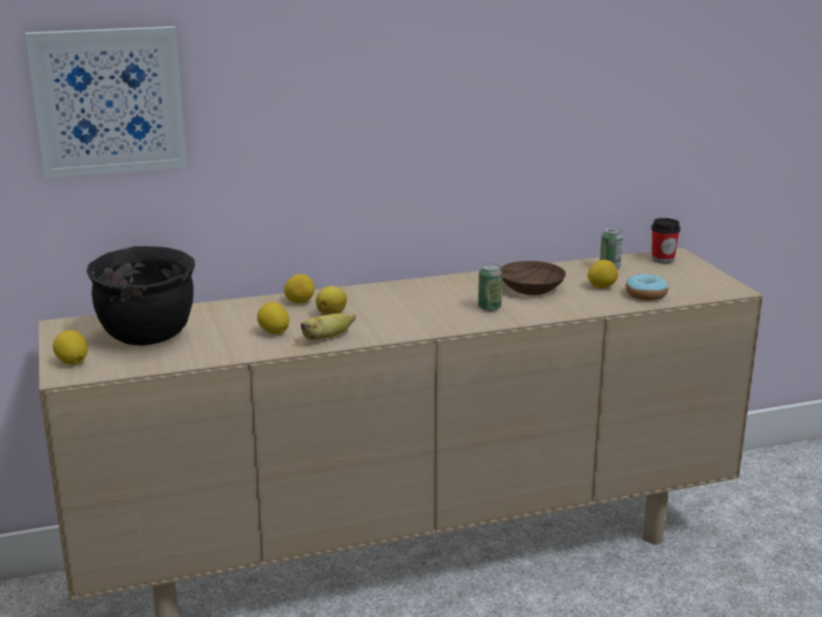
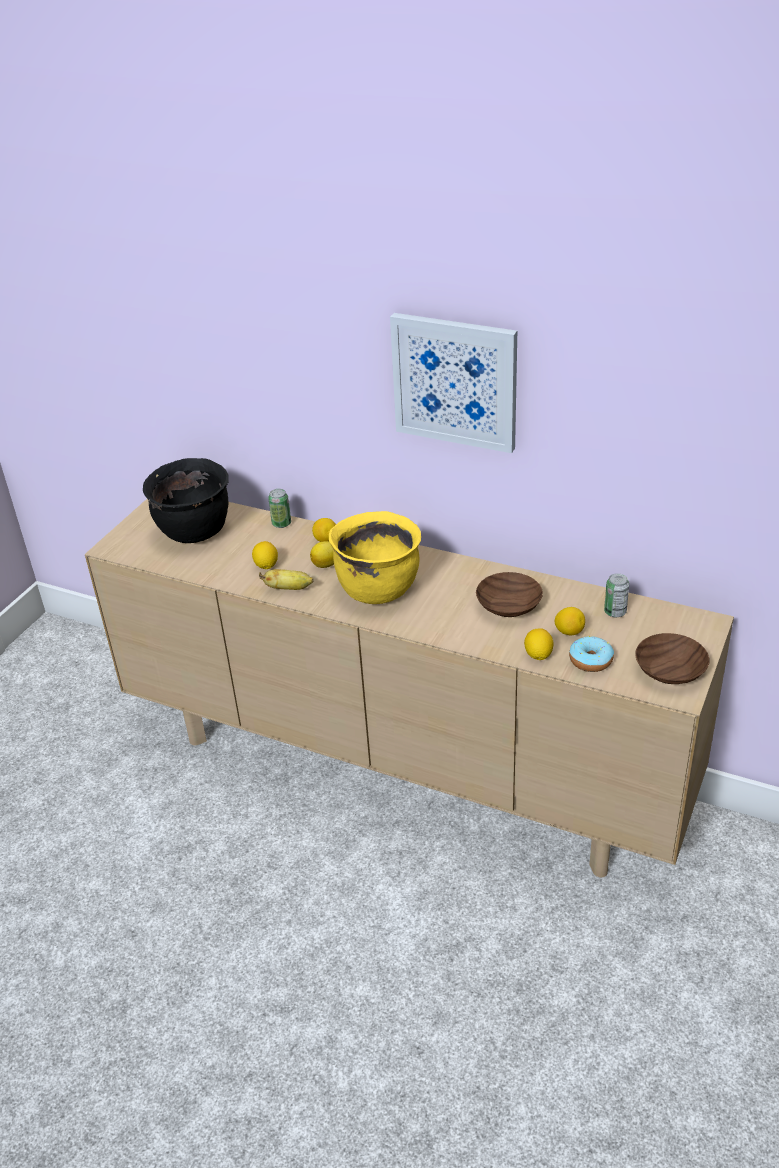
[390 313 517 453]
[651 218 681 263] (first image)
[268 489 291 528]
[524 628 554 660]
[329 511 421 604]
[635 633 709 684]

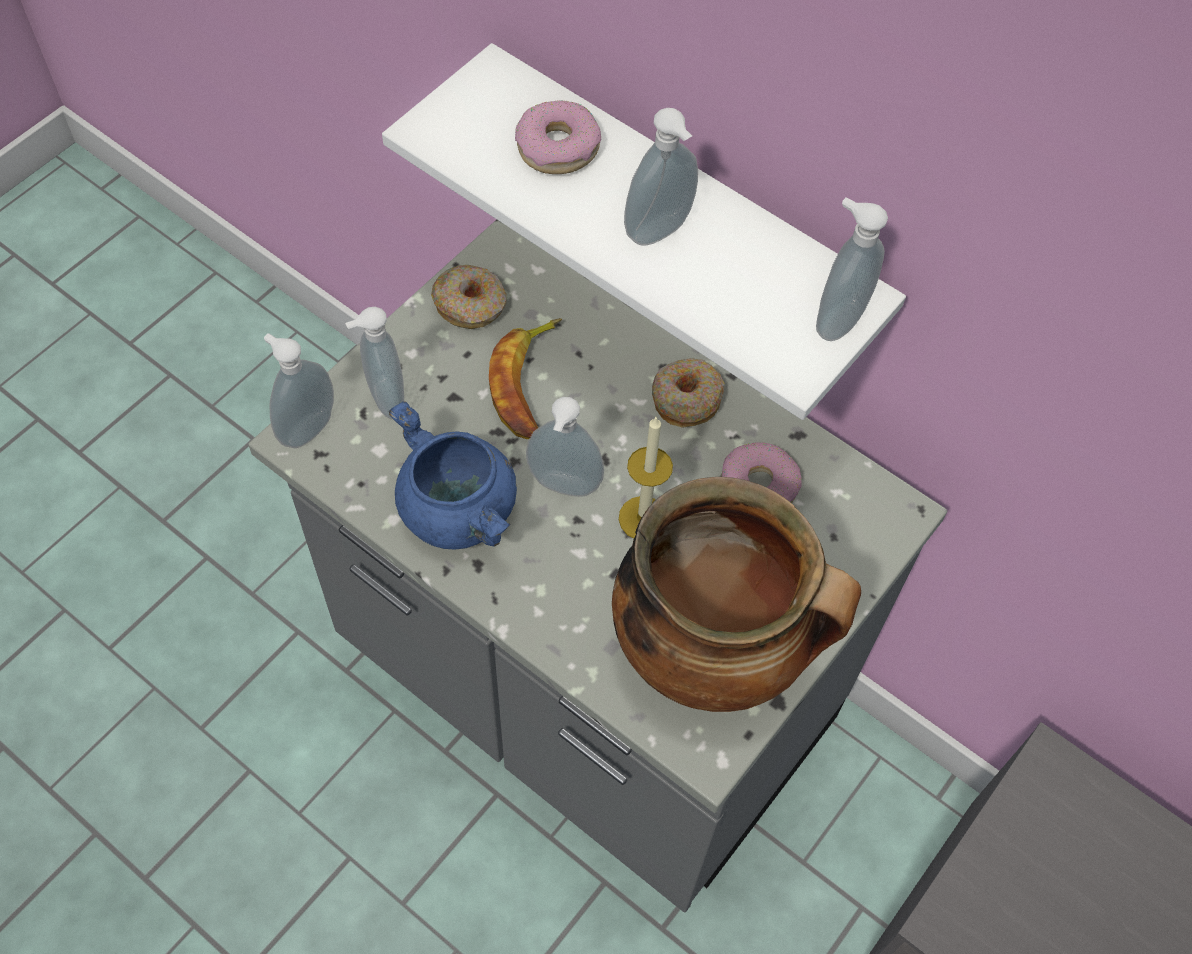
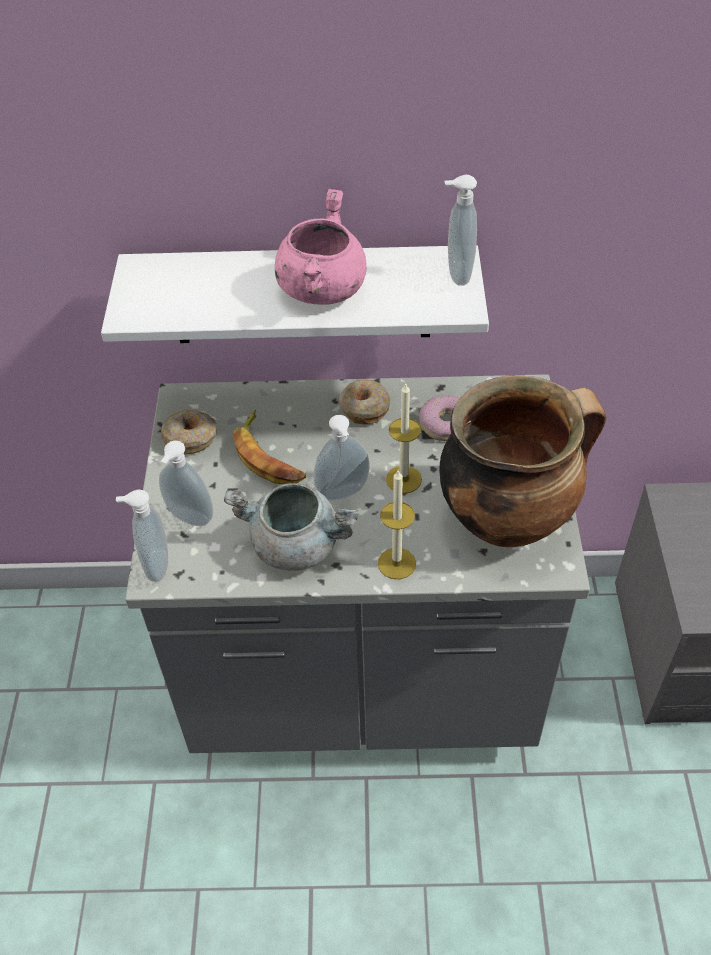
[515 100 601 174] (first image)
[275 189 367 305]
[224 483 358 571]
[378 469 416 579]

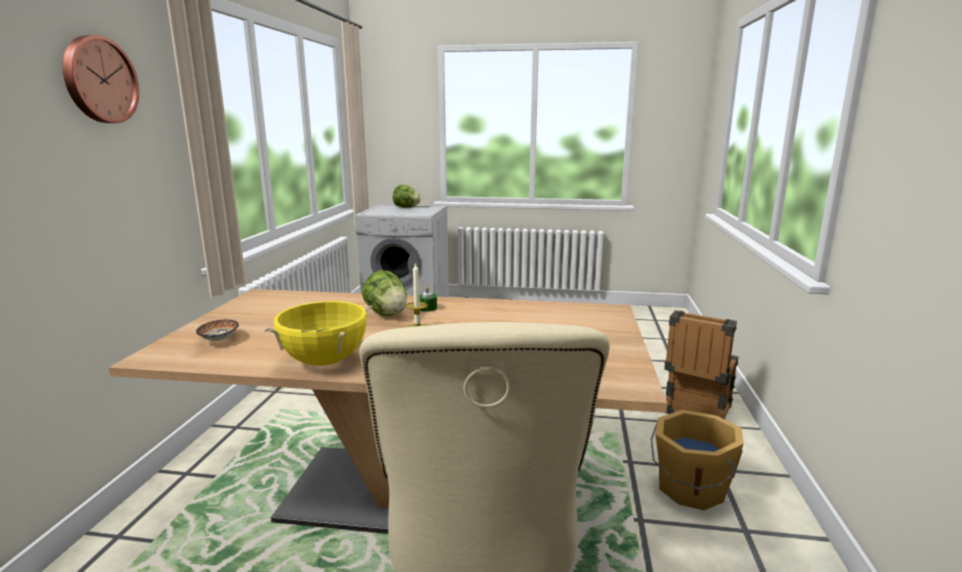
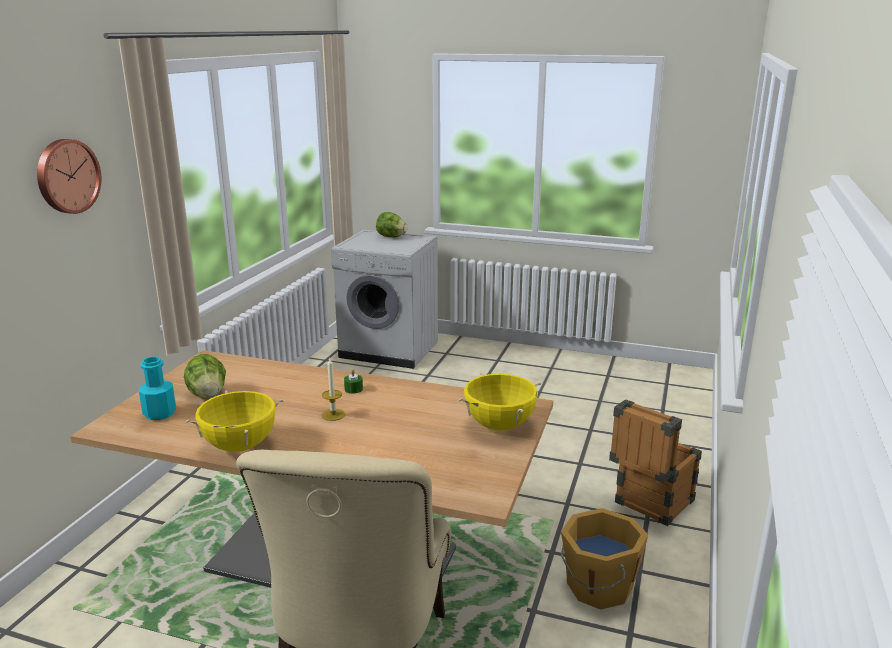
[184 354 226 399]
[139 357 176 420]
[459 373 541 431]

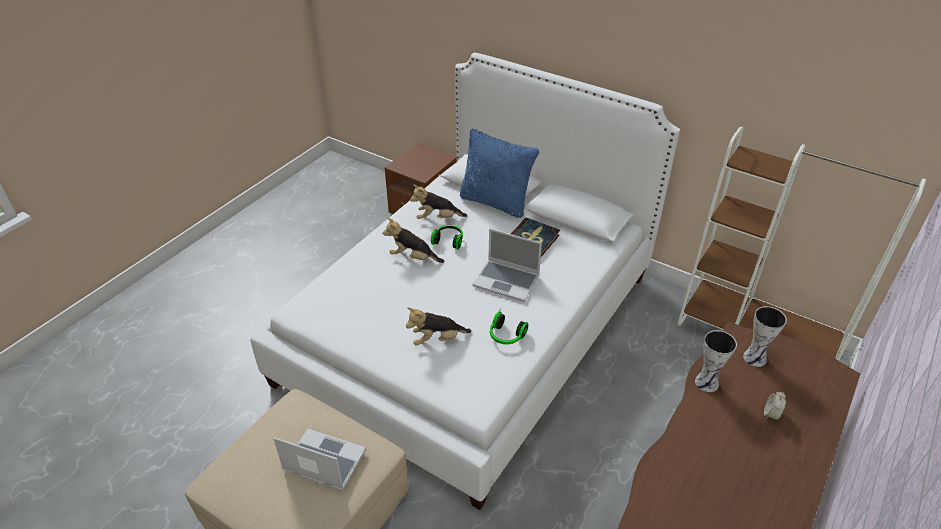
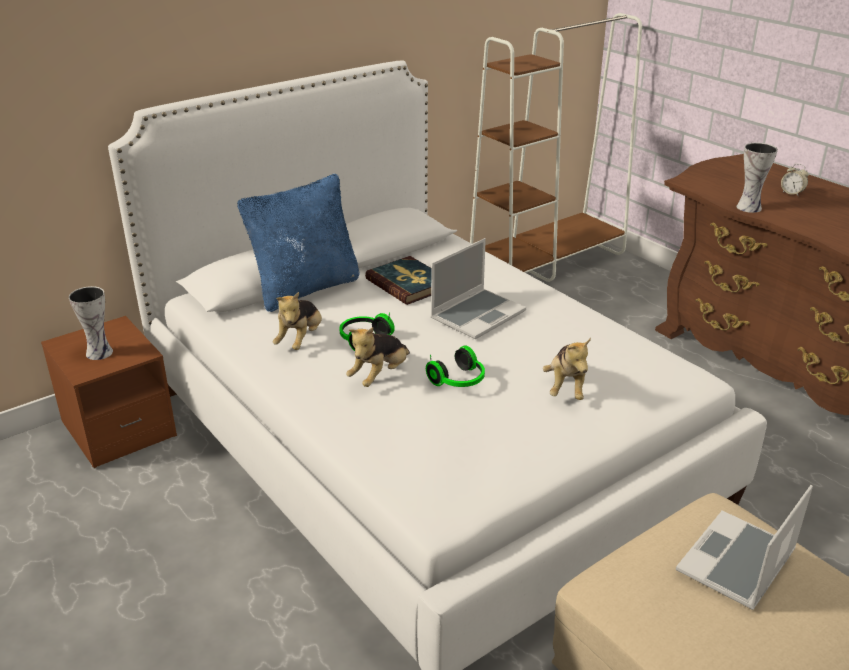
[69 286 113 360]
[426 345 485 387]

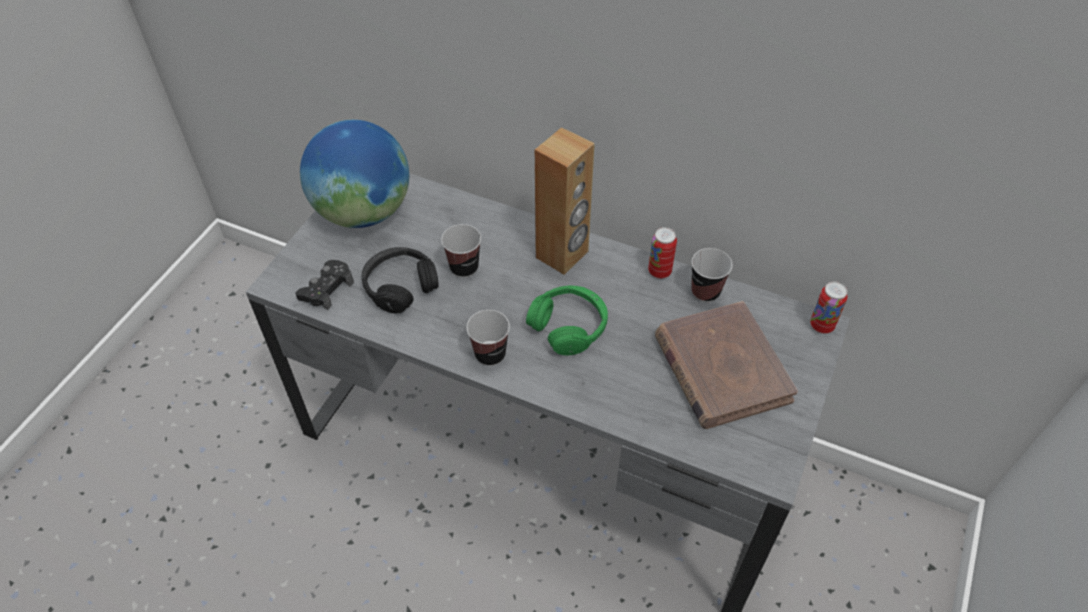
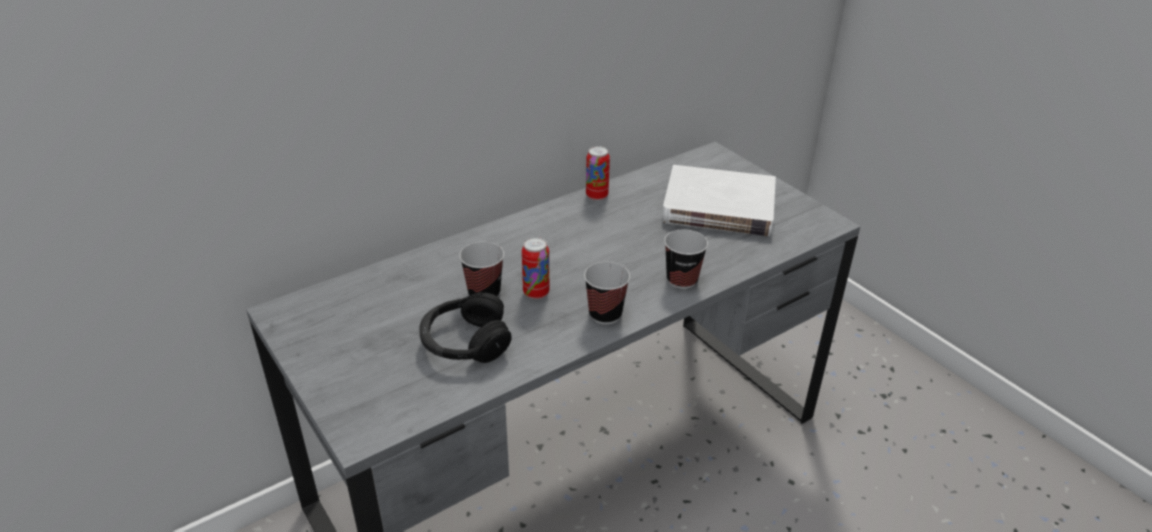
[300 120 409 228] (first image)
[535 127 595 275] (first image)
[664 229 708 289]
[295 260 354 310] (first image)
[522 237 549 299]
[526 286 608 355] (first image)
[662 165 776 236]

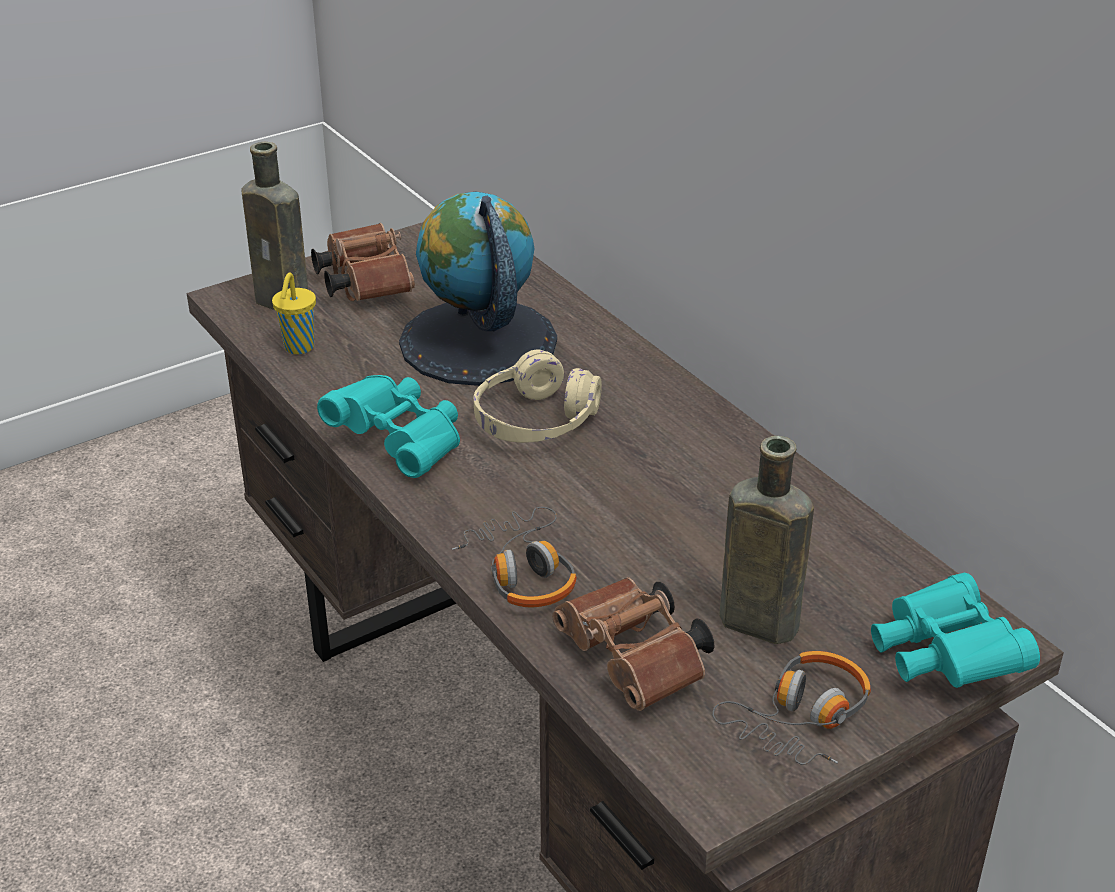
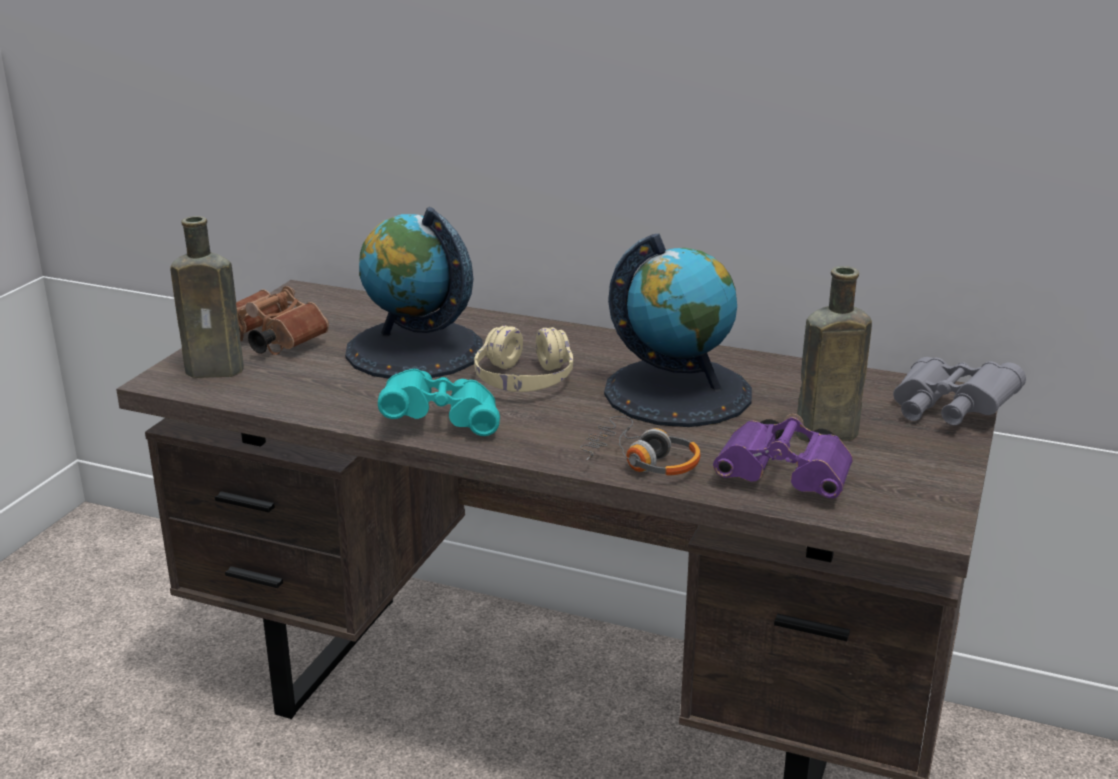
[272 273 316 354] (first image)
[893 357 1026 425]
[713 414 853 498]
[712 651 871 765] (first image)
[604 234 752 427]

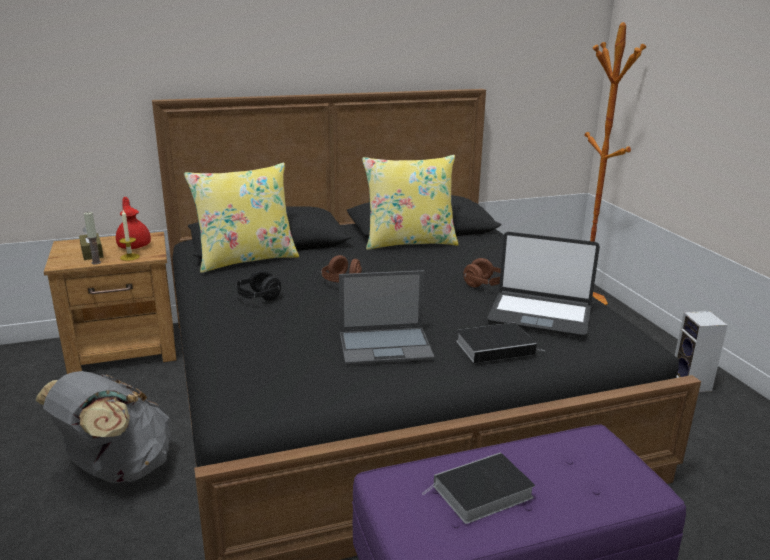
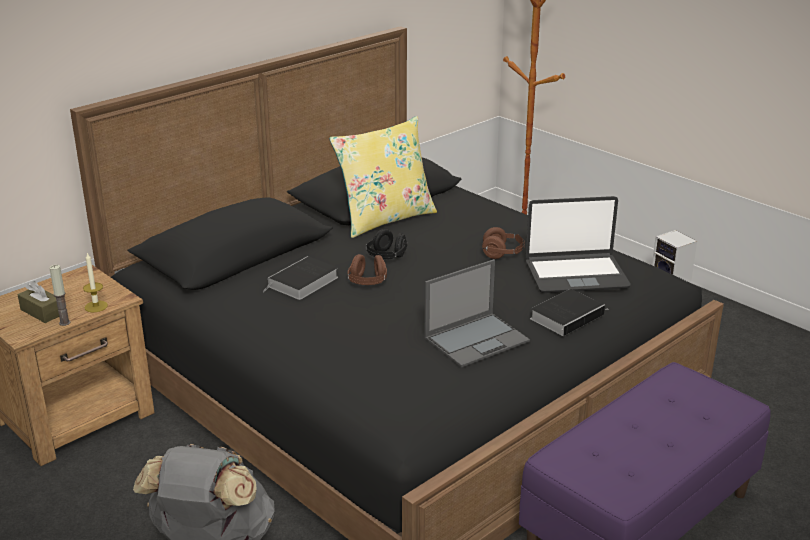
[184 163 299 273] (first image)
[116 197 151 249] (first image)
[366 229 407 259]
[263 256 338 300]

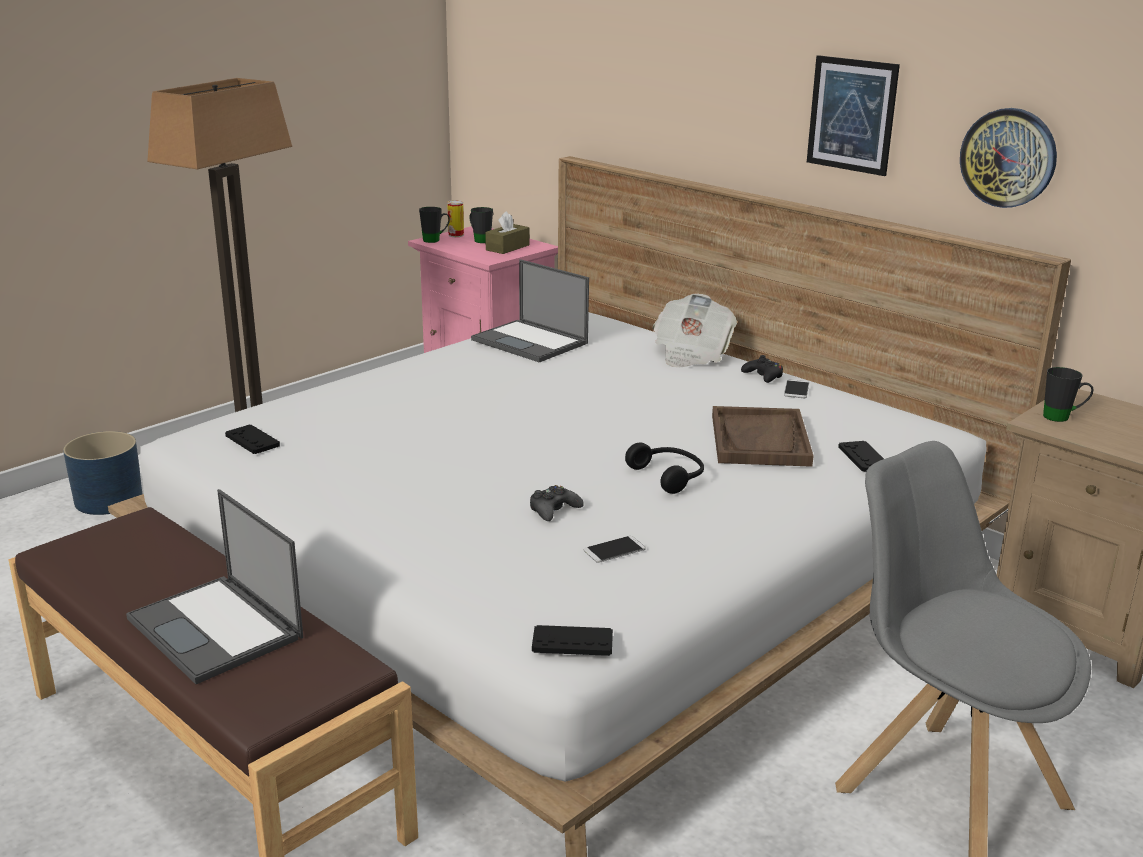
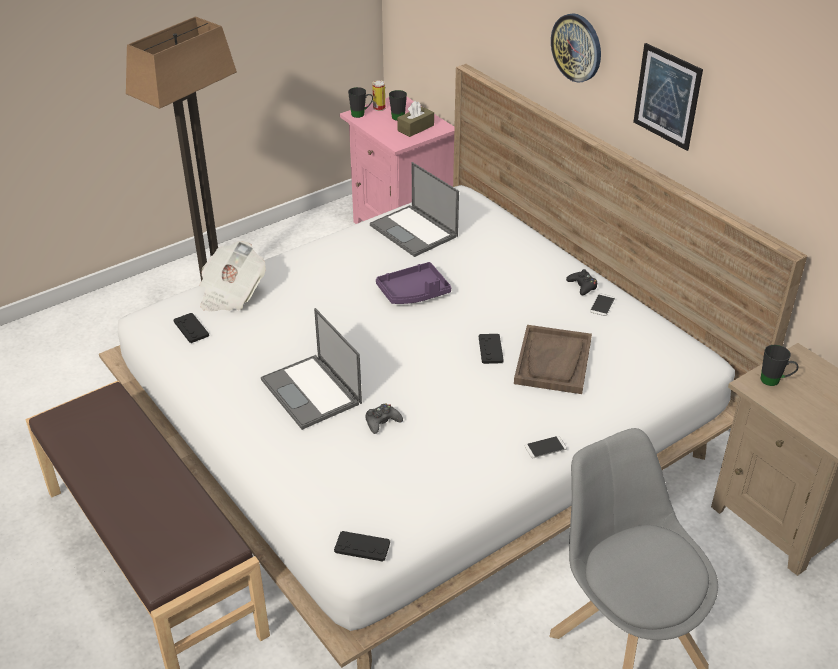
[551 13 601 83]
[199 241 266 311]
[63 431 142 515] (first image)
[479 334 504 364]
[625 443 704 494] (first image)
[261 308 362 430]
[525 436 567 458]
[376 262 451 304]

